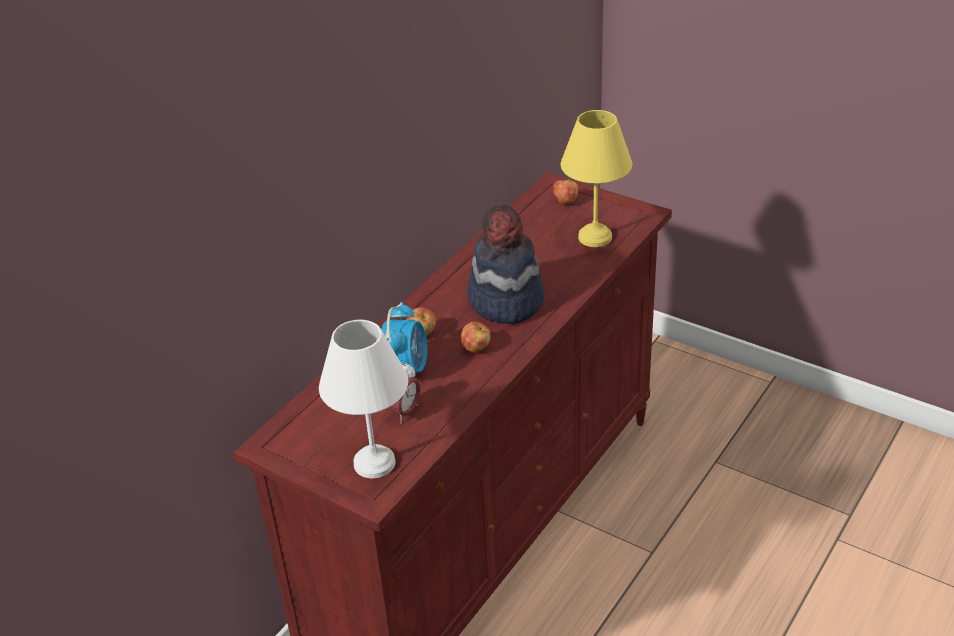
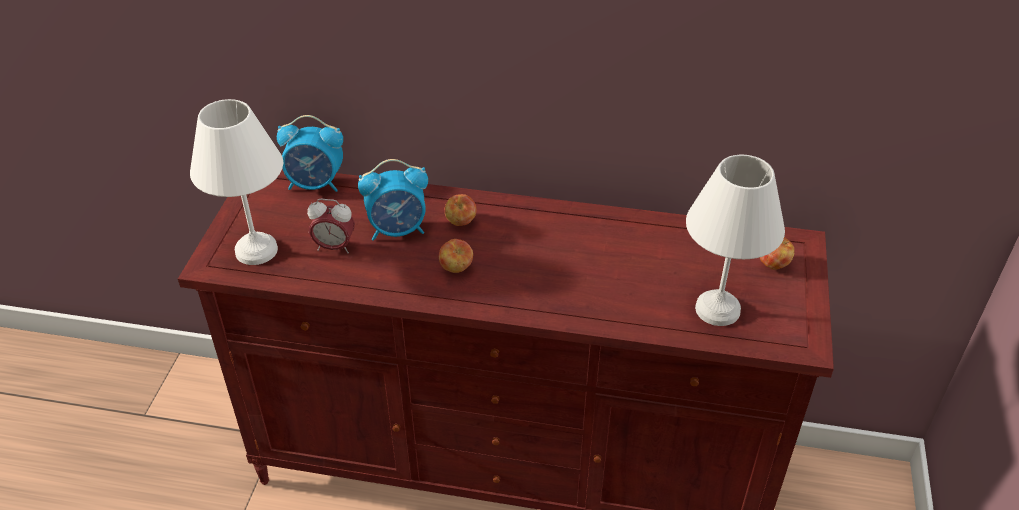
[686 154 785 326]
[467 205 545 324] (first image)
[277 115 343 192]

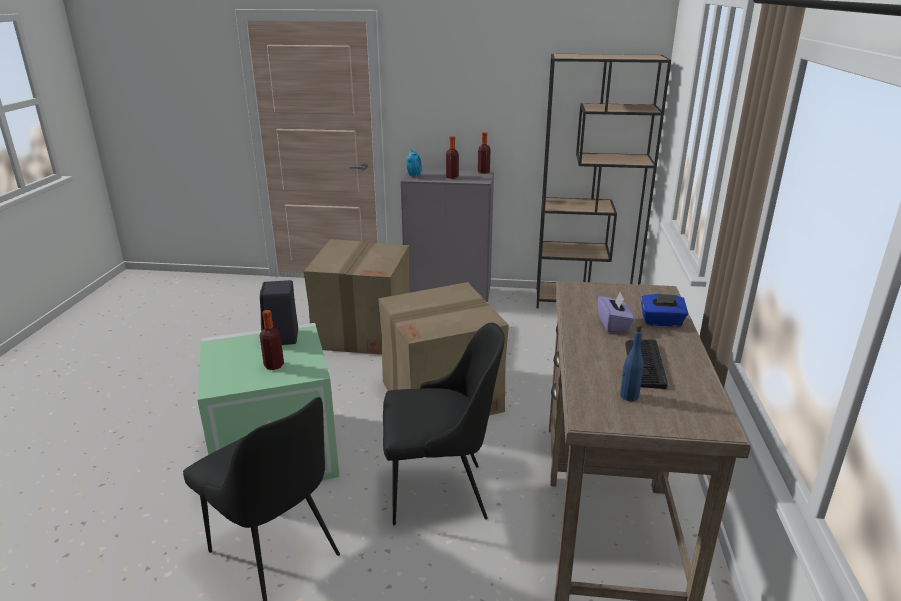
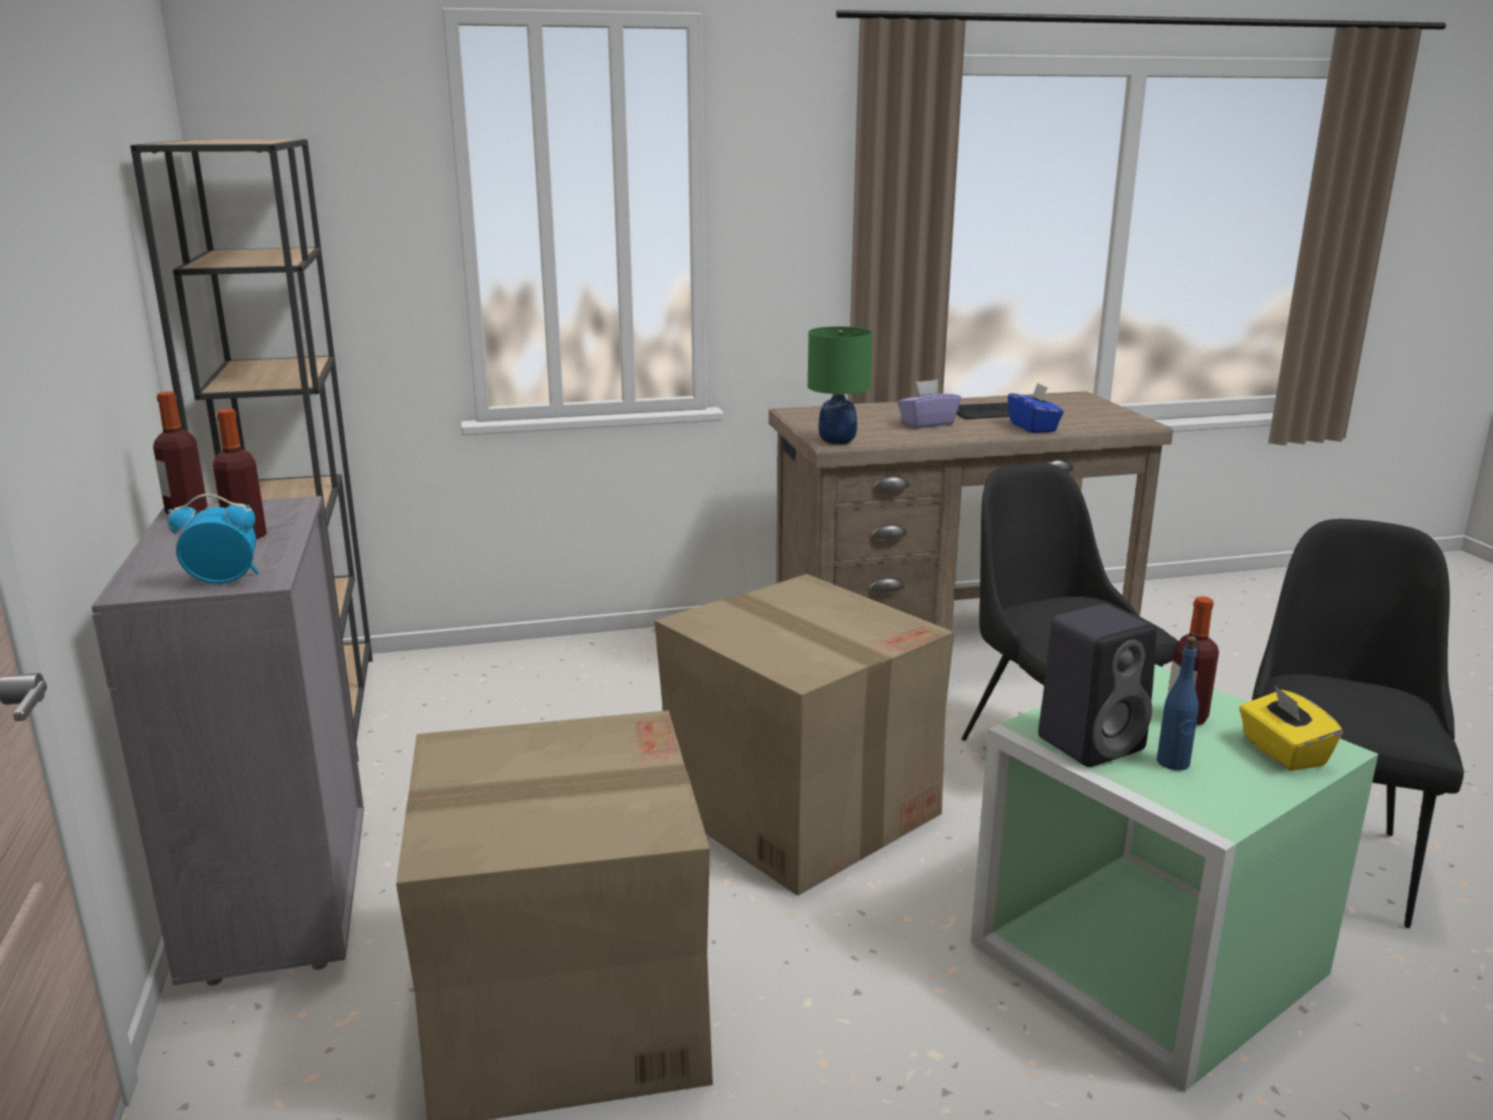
[1008 383 1064 433]
[1157 636 1199 770]
[808 326 872 444]
[1239 685 1343 771]

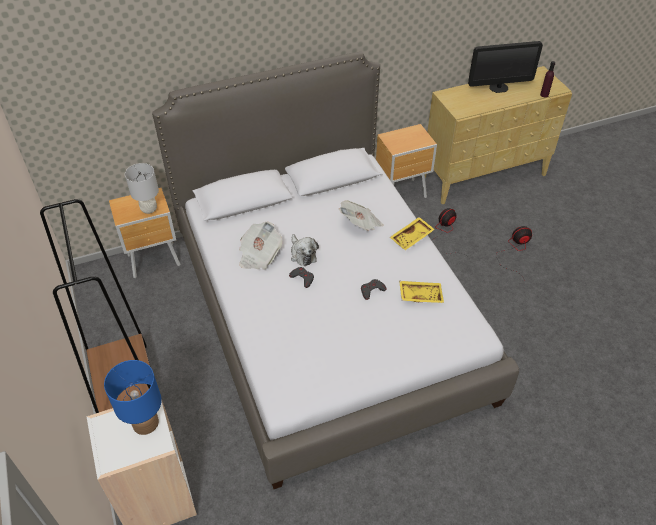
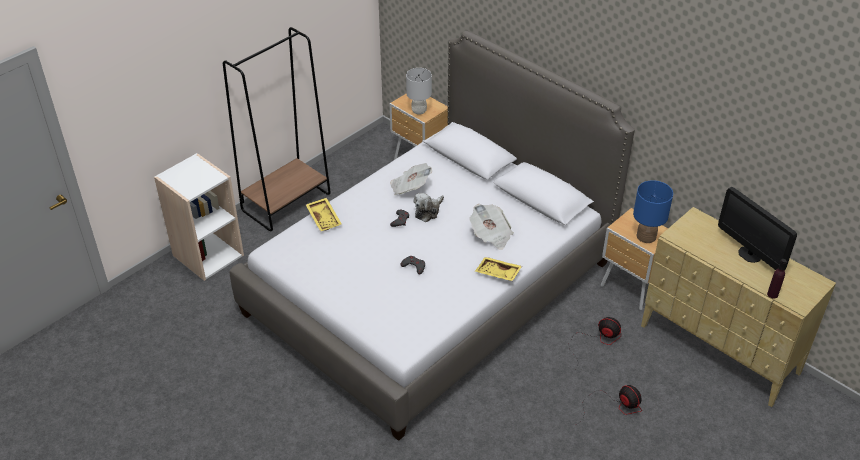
[306 198 342 232]
[633 180 673 243]

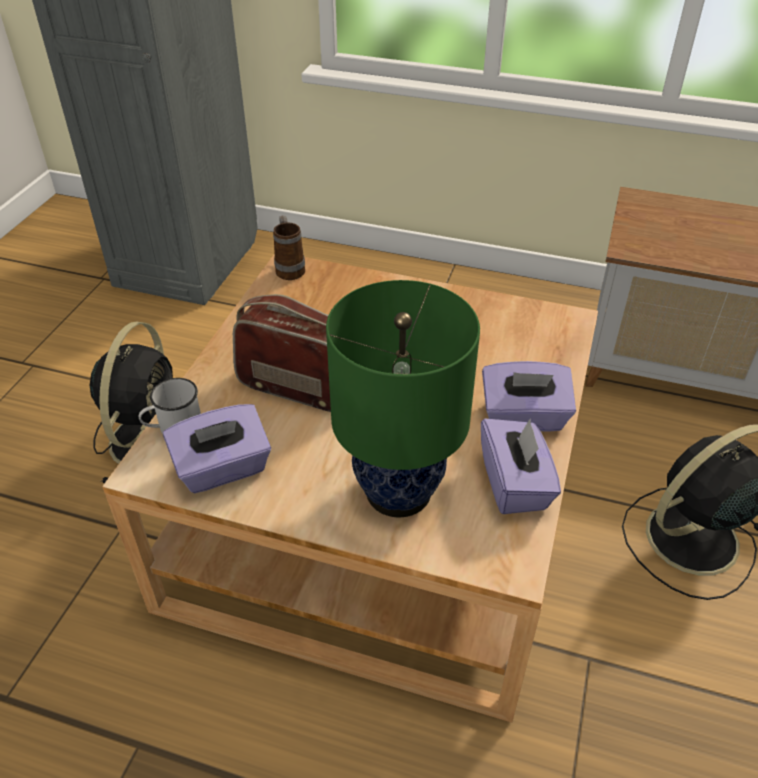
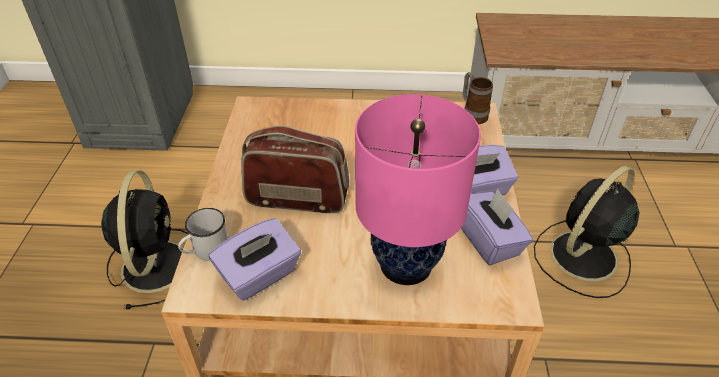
[463 72 493 124]
[355 94 481 285]

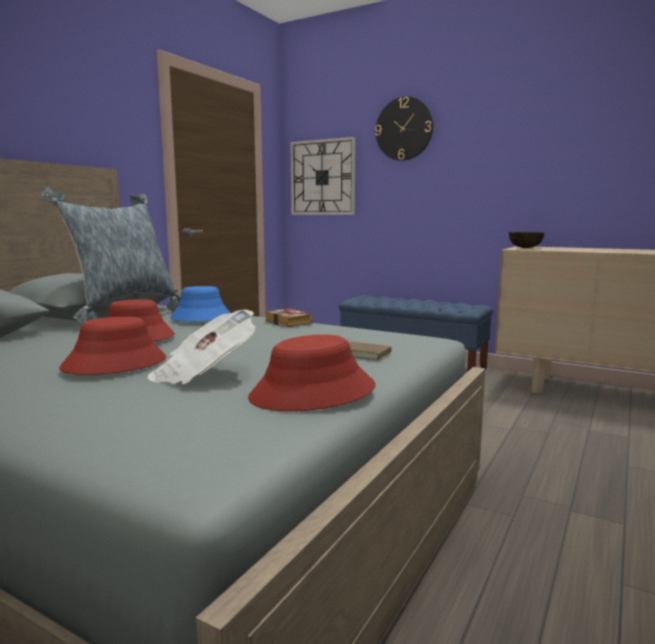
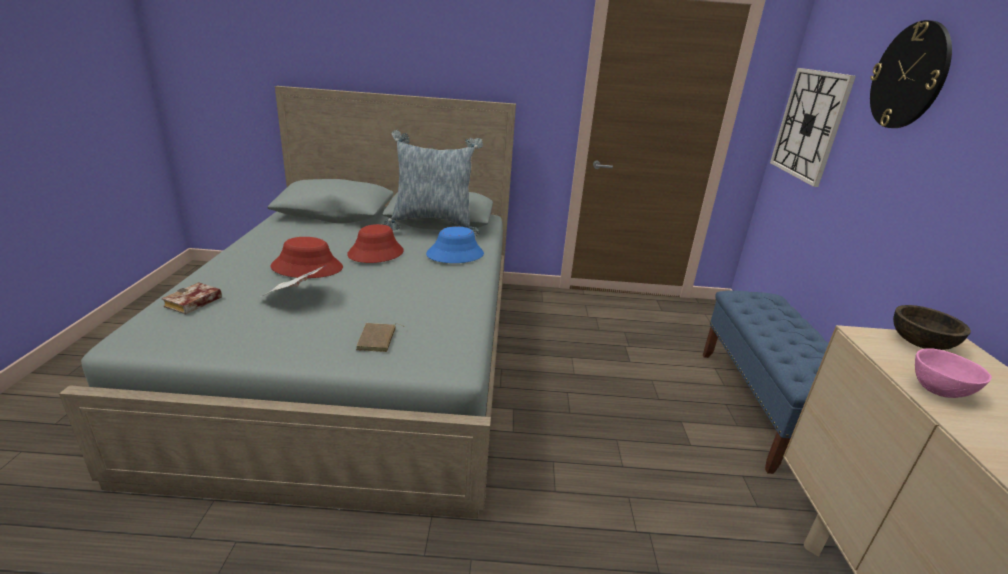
[162 282 222 315]
[248 334 376 411] (first image)
[915 349 992 398]

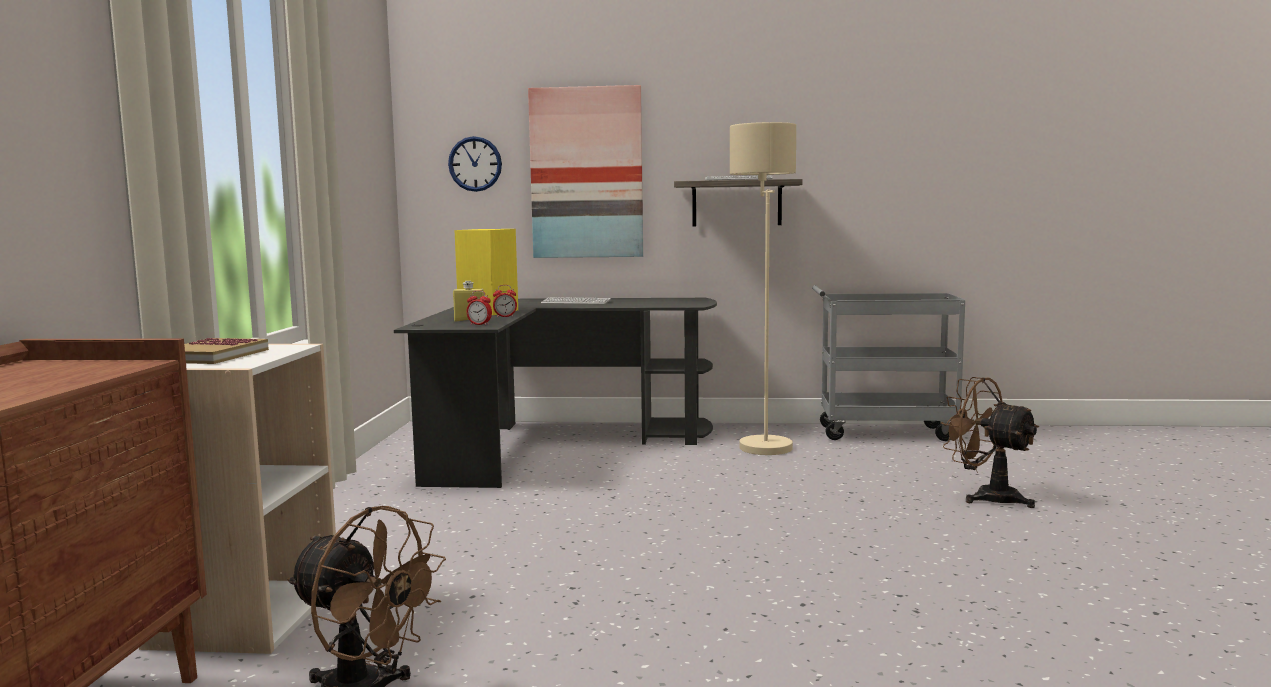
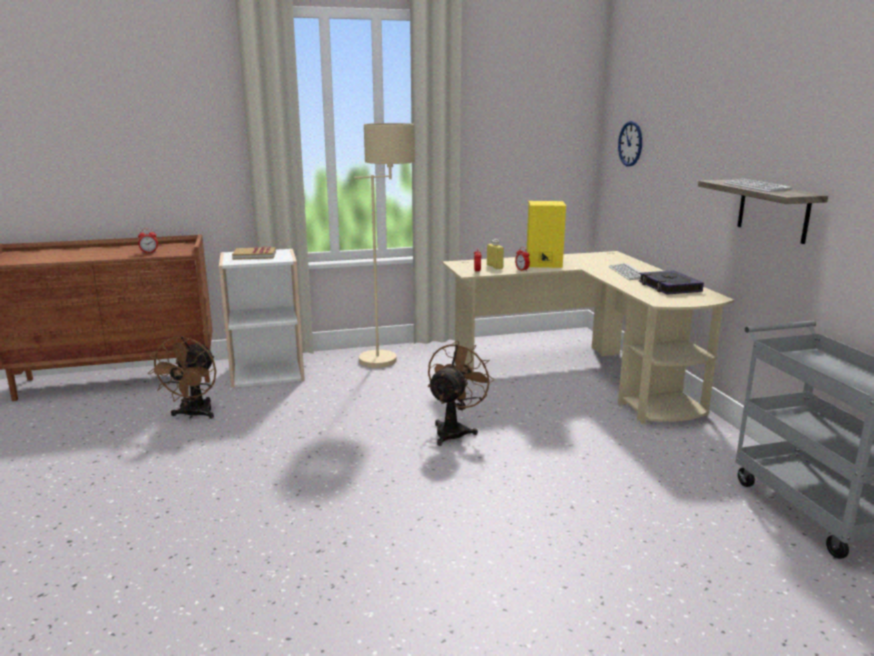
[528 85 643 258] (first image)
[354 123 415 368]
[442 251 734 424]
[428 341 494 446]
[138 229 158 253]
[639 270 704 295]

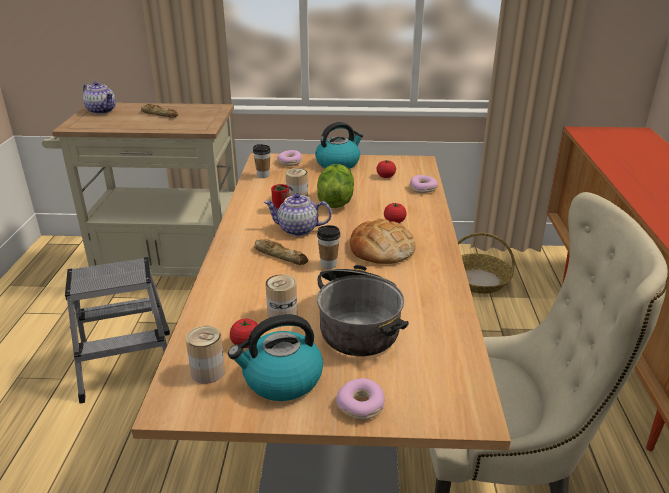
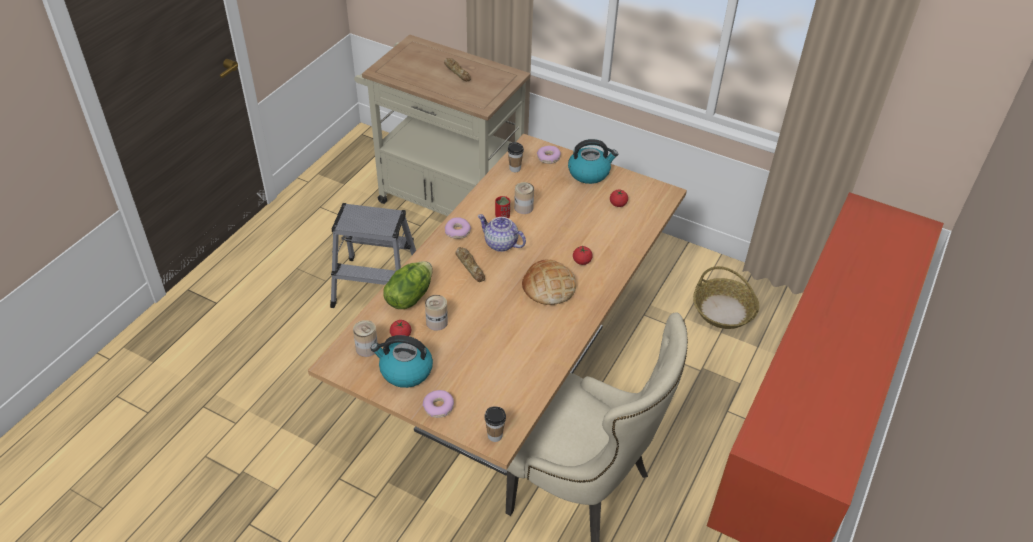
[83 81 116 114] (first image)
[383 261 433 309]
[445 217 471 239]
[485 406 506 442]
[317 265 408 356] (first image)

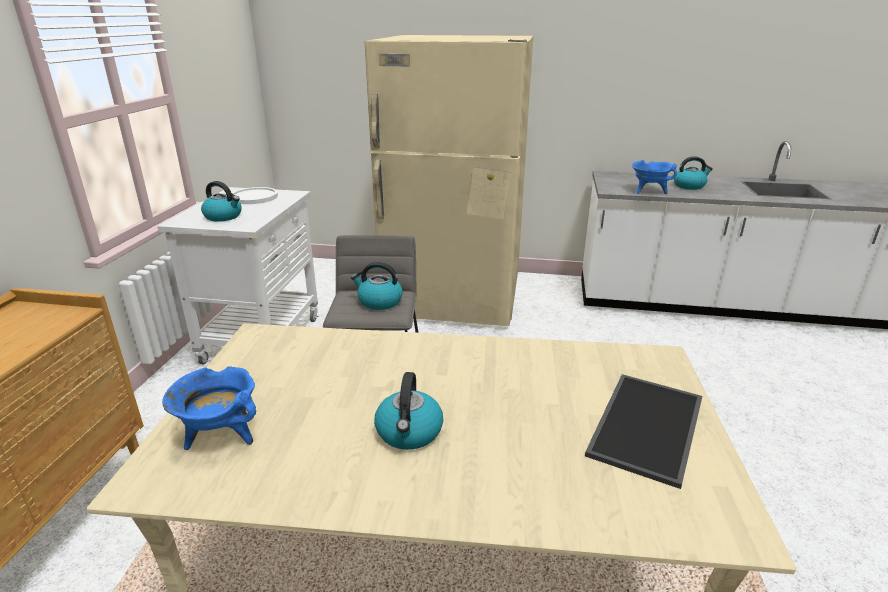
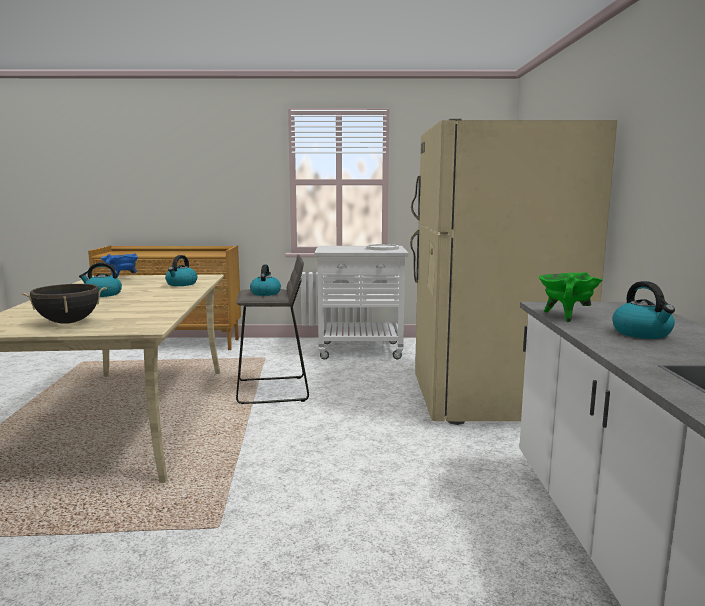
[539 272 603 322]
[165 255 197 286]
[21 284 107 324]

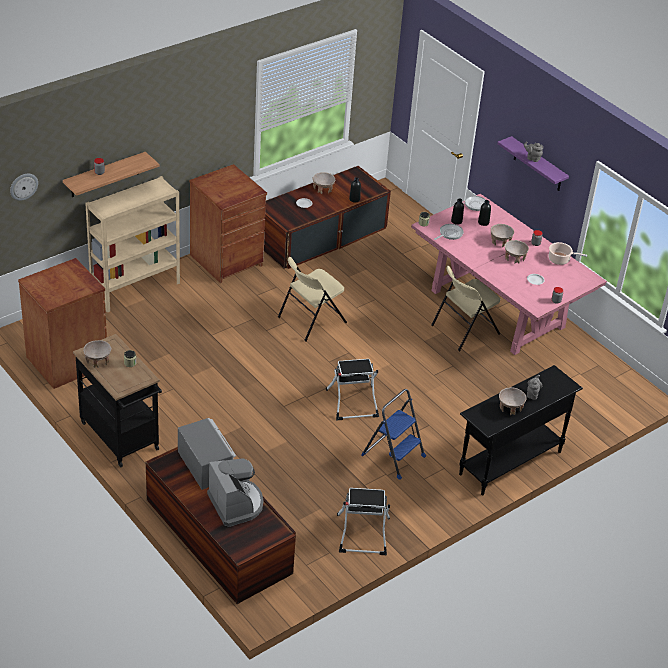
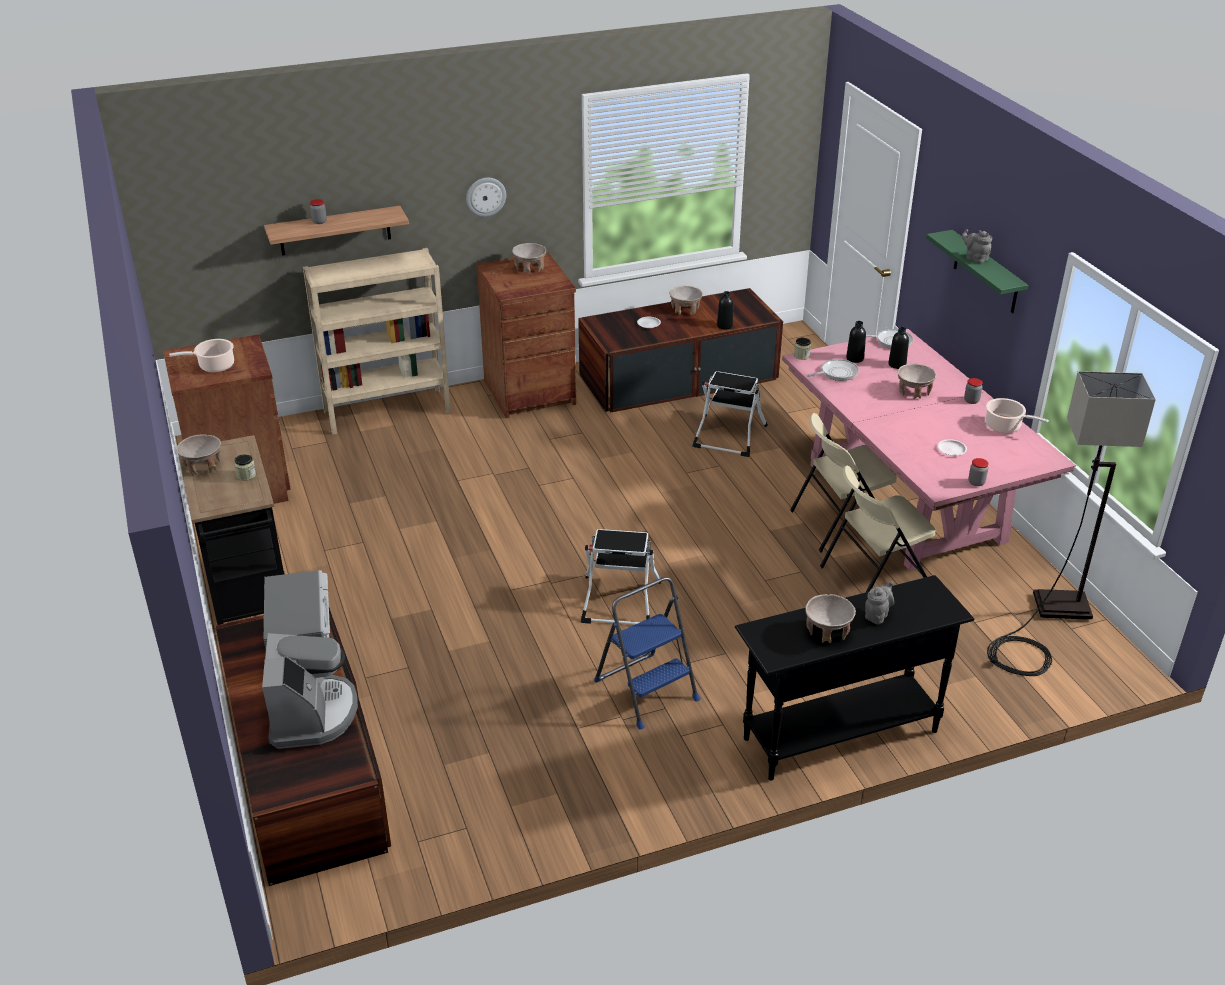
[926 230 1028 313]
[466 178 506 217]
[512 243 546 274]
[820 465 936 593]
[692 371 768 457]
[169 339 234 372]
[987 371 1156 676]

